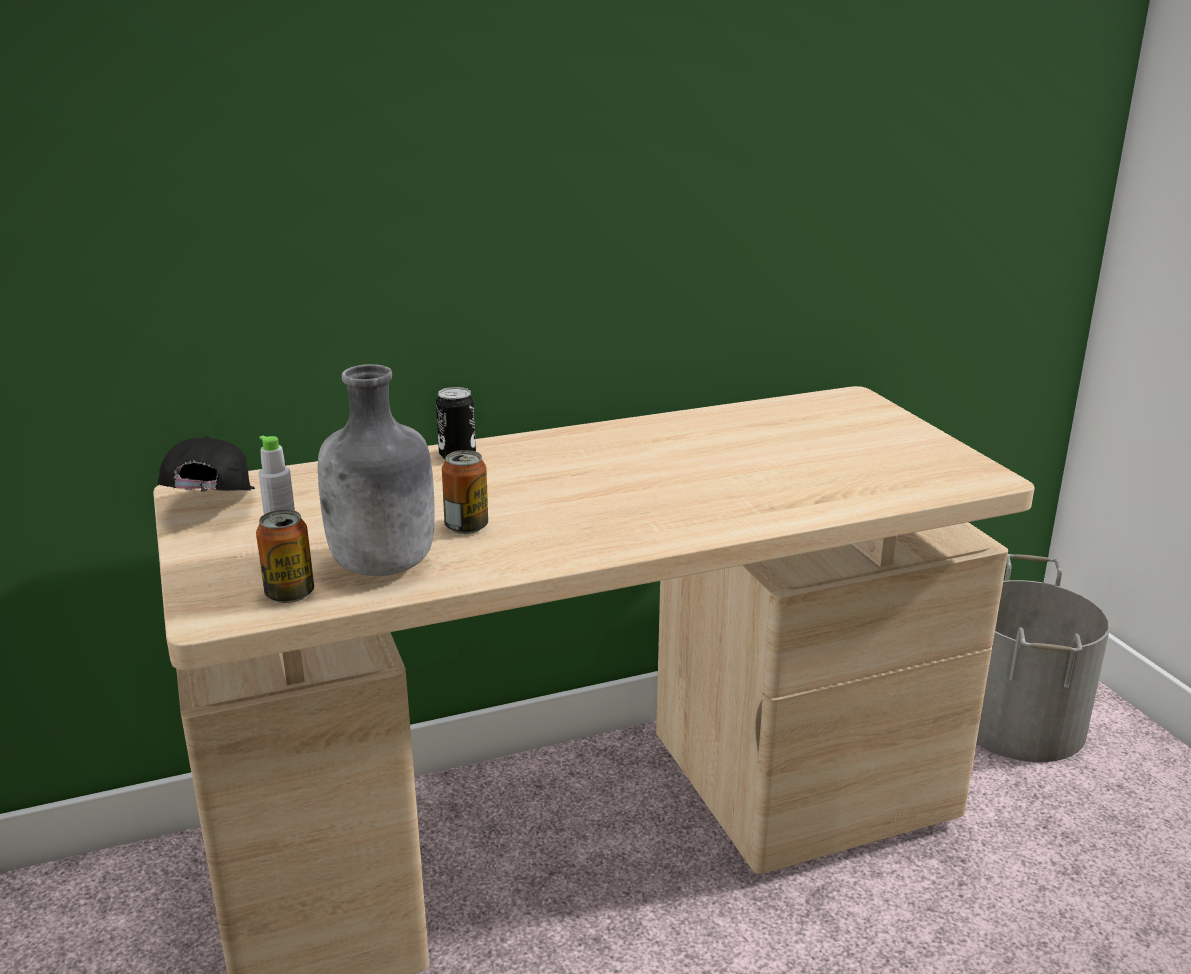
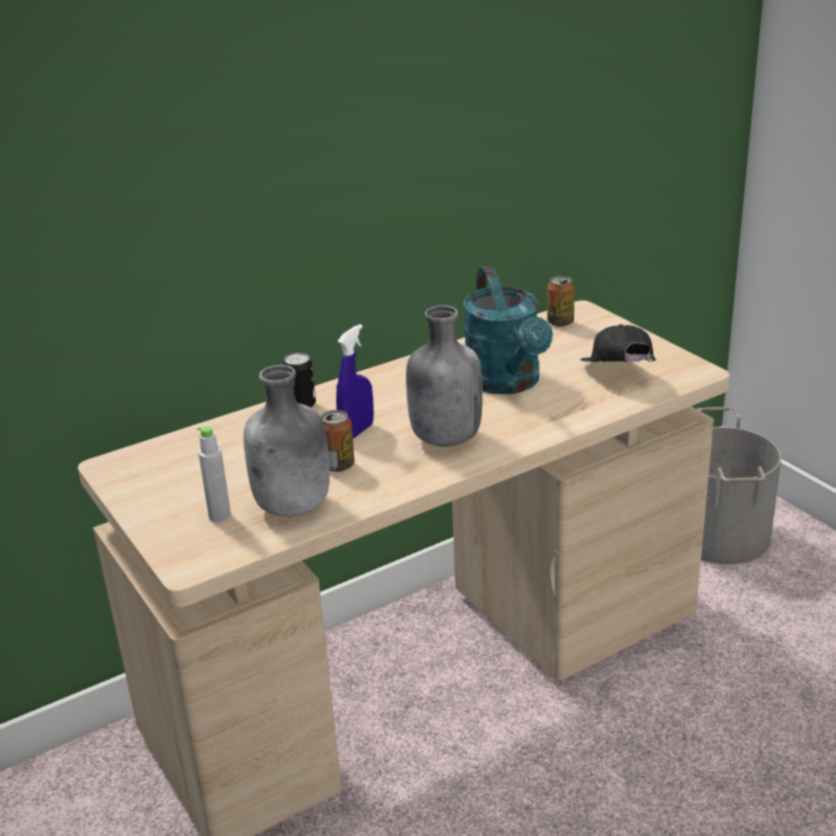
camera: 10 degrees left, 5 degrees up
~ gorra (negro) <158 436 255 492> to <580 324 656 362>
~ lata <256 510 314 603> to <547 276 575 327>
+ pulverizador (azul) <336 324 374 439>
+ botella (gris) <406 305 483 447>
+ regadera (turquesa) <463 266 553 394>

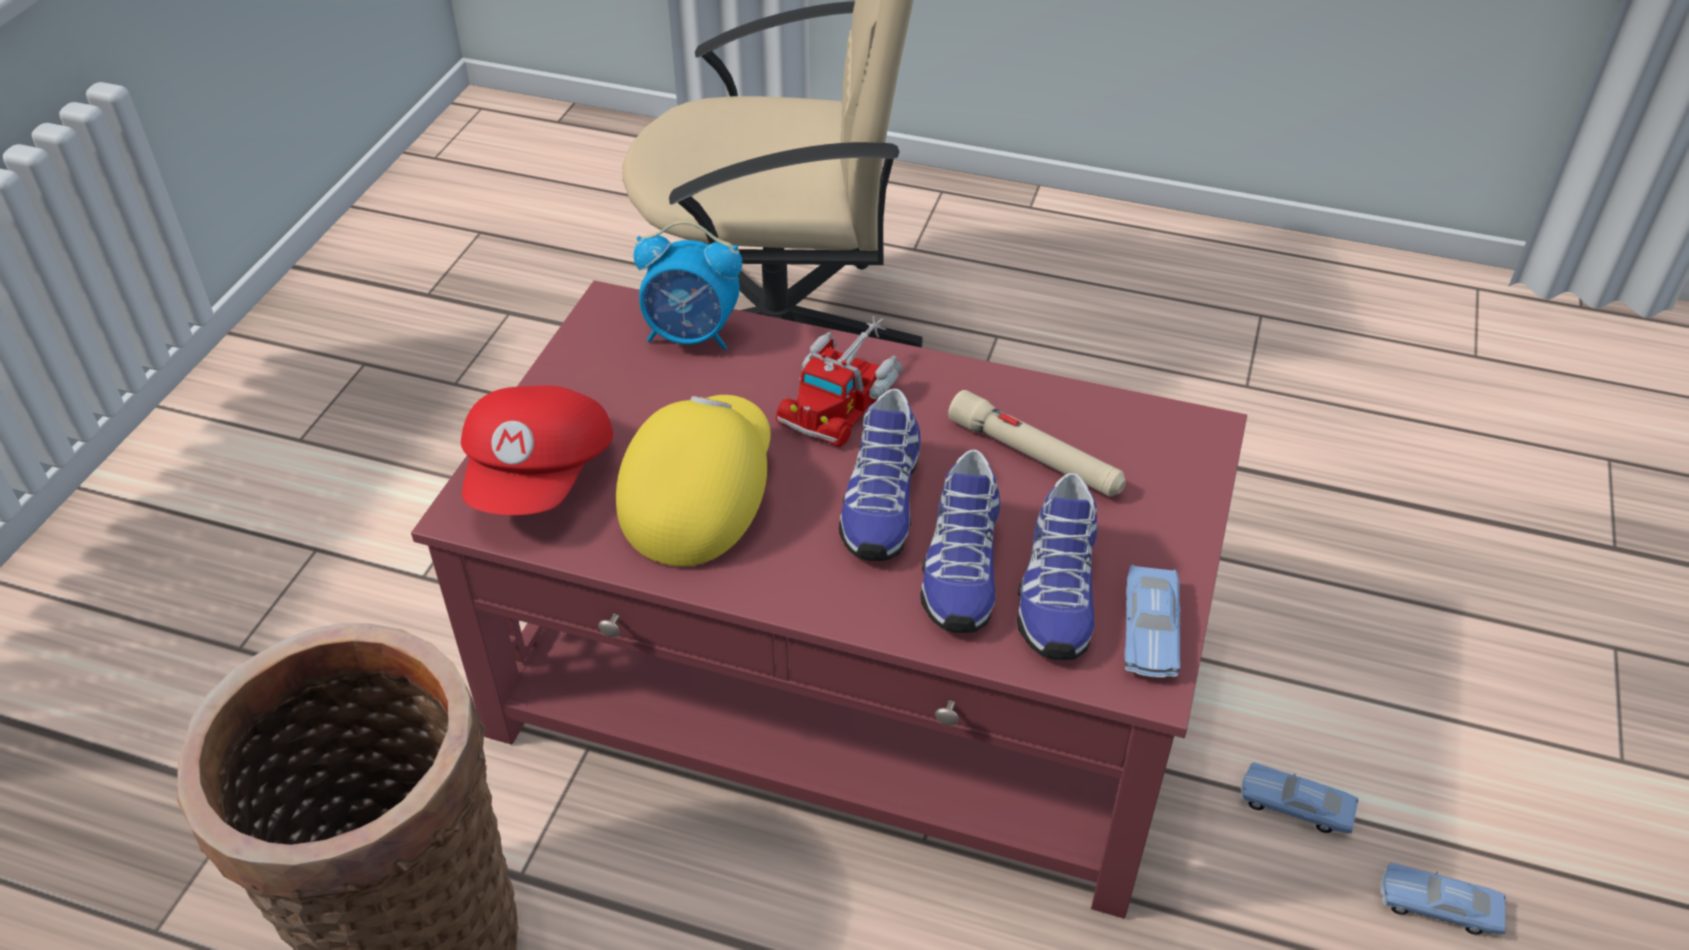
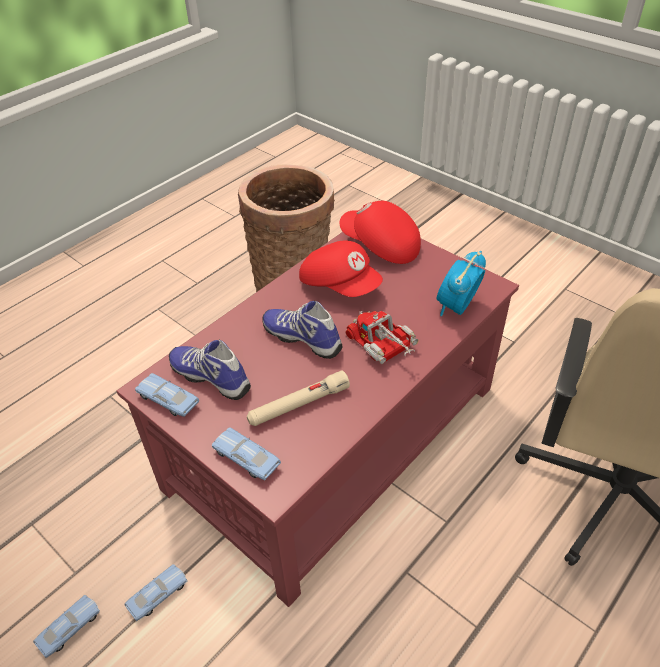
camera: 115 degrees right, 0 degrees up
~ gorra (amarillo) <616 395 771 566> to gorra (rojo) <299 241 383 297>
- zapato <920 449 1001 633>
+ coche de juguete (azul) <212 427 281 480>

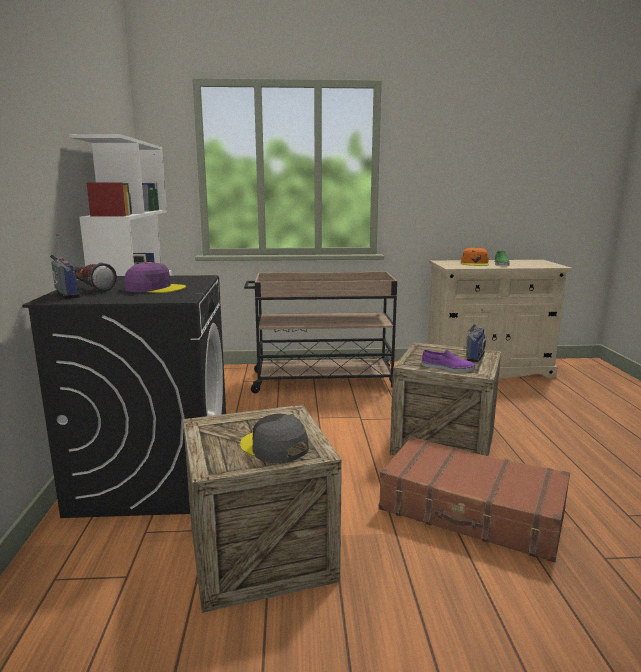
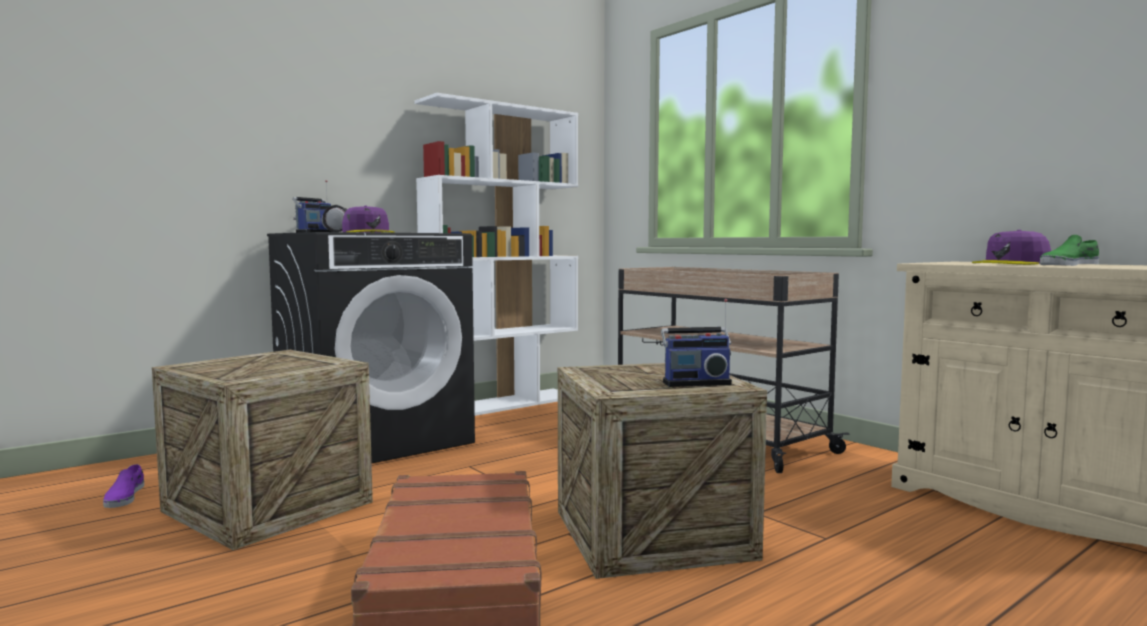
camera: 55 degrees right, 10 degrees down
- gorra (gris) <240 414 309 463>
~ zapato (morado) <422 349 475 372> to <103 464 144 508>
~ gorra (naranja) <461 247 489 266> to gorra (morado) <972 230 1051 265>

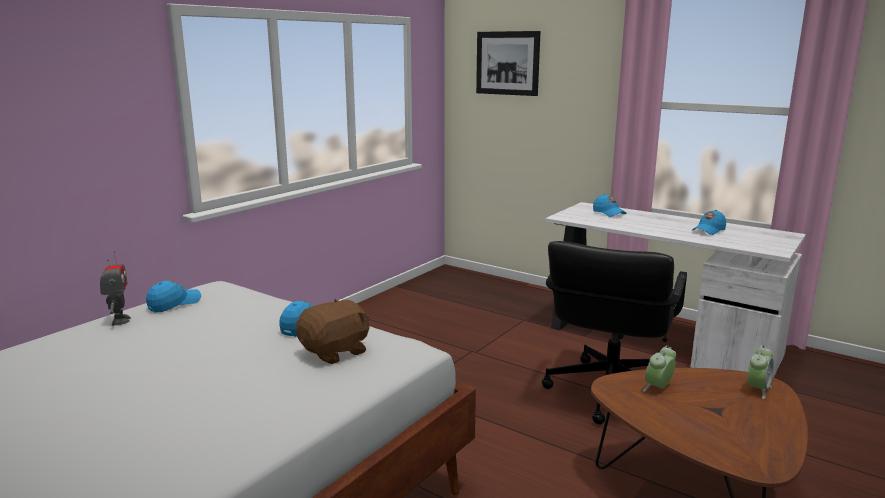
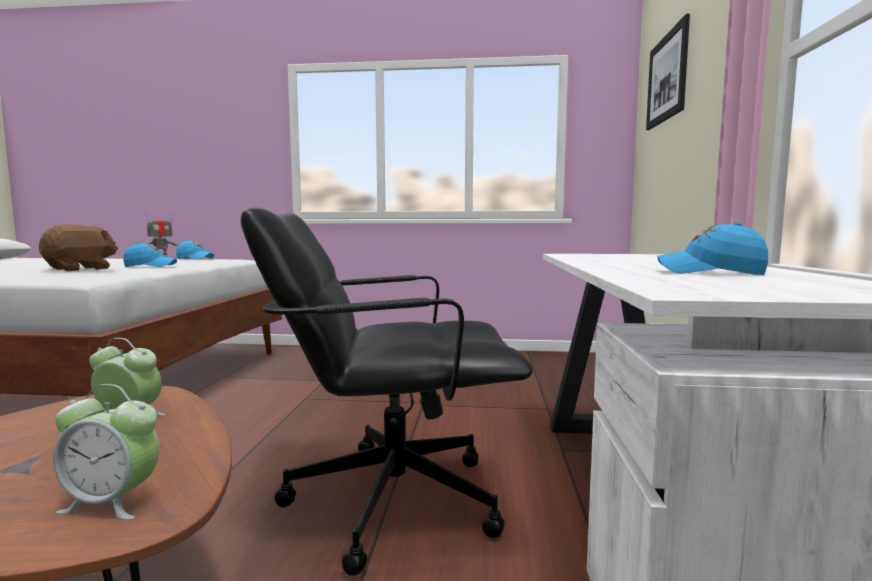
camera: 60 degrees right, 10 degrees down
~ peluche (marrón) <296 298 369 364> = <39 224 118 271> 75 degrees counterclockwise
- gorra (azul) <593 194 626 217>

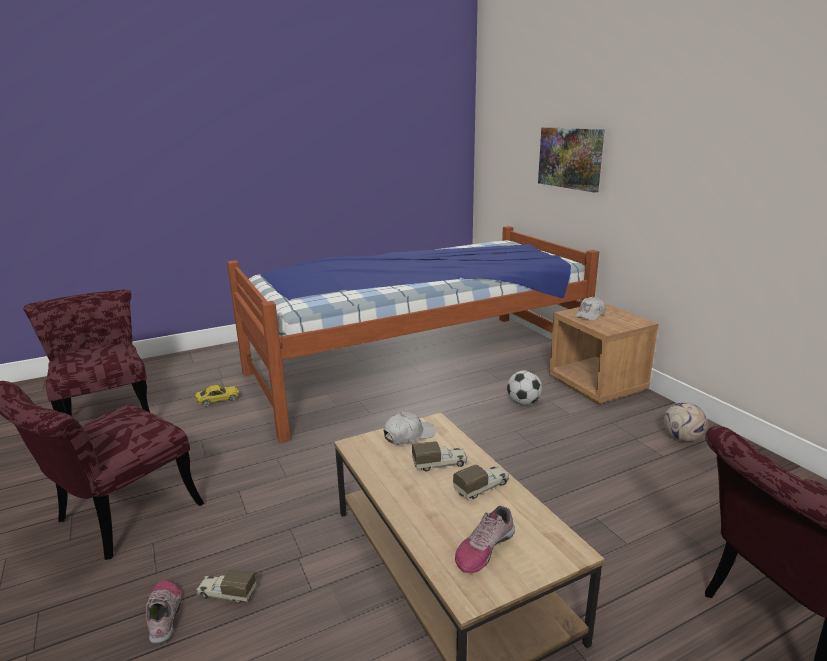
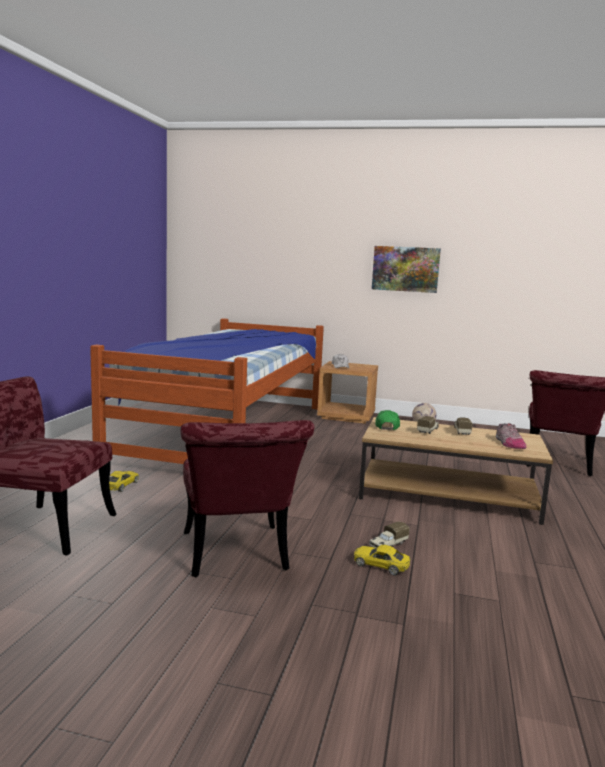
camera: 50 degrees left, 10 degrees down
~ zapato <146 581 182 645> to coche de juguete (amarillo) <354 545 410 575>
~ gorra (blanco) <383 411 435 445> to gorra (verde) <375 410 400 430>
- balón de fútbol <507 370 542 405>
~ cuadro <538 127 605 193> to <372 246 441 293>

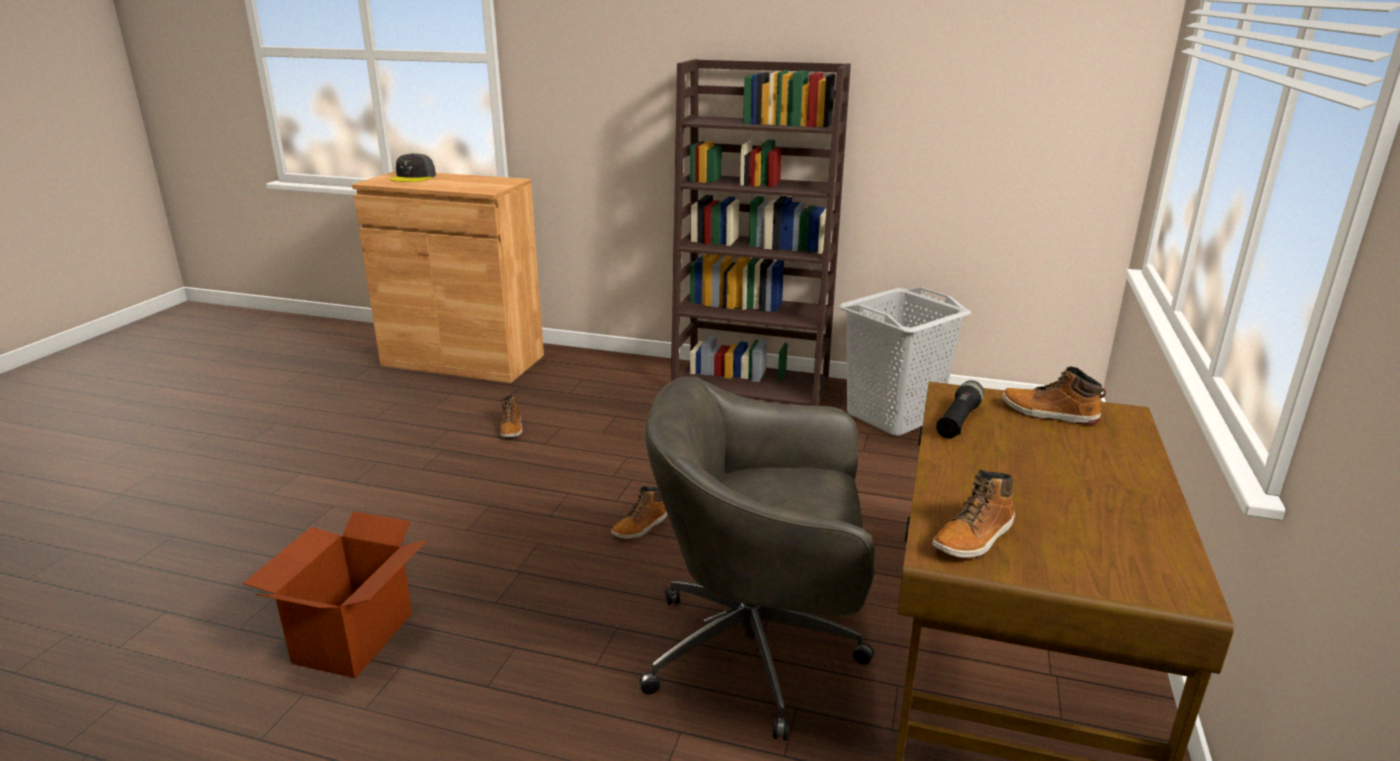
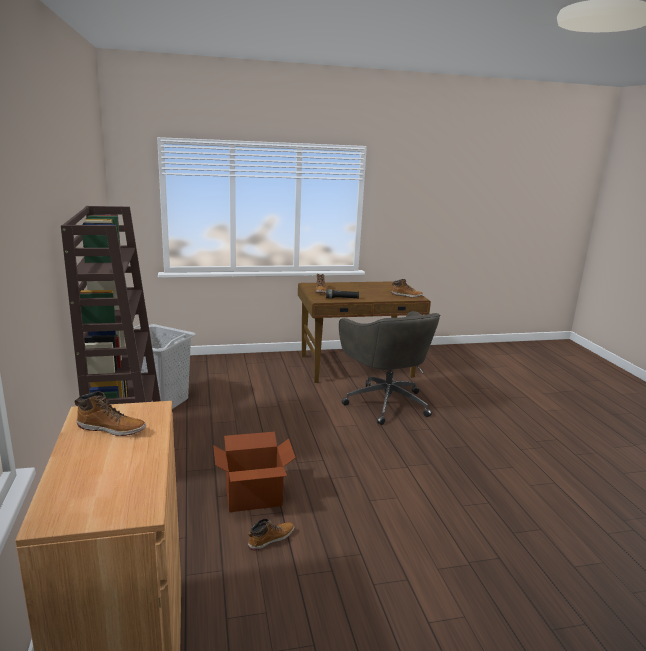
camera: 120 degrees left, 5 degrees down
~ caja de cartón <243 511 427 678> to <213 432 296 512>
- gorra (gris) <390 153 436 182>
~ bota <611 486 668 539> to <74 391 146 436>

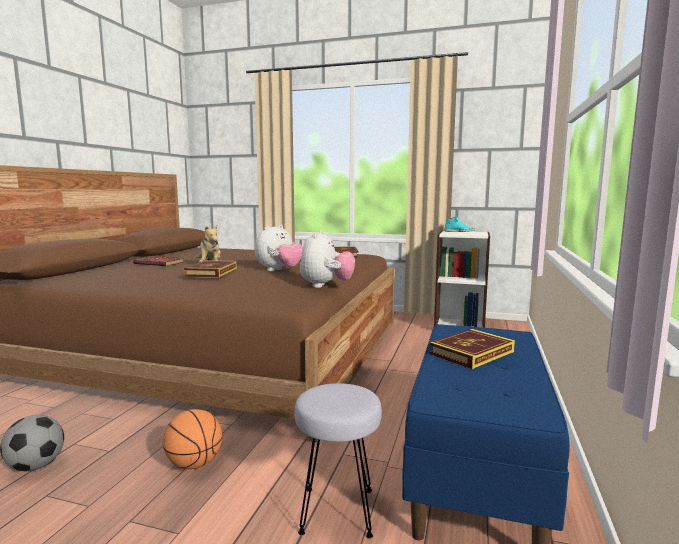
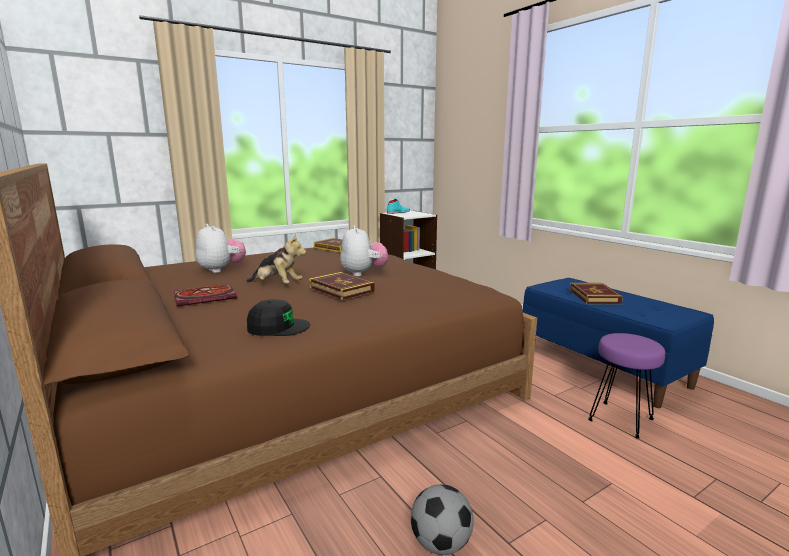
camera: 50 degrees left, 5 degrees up
- balón de baloncesto <163 409 223 469>
~ taburete (gris) <295 383 382 538> to taburete (morado) <588 333 665 439>
~ peluche <300 230 355 288> to <196 224 246 273>
+ gorra (negro) <247 299 310 336>

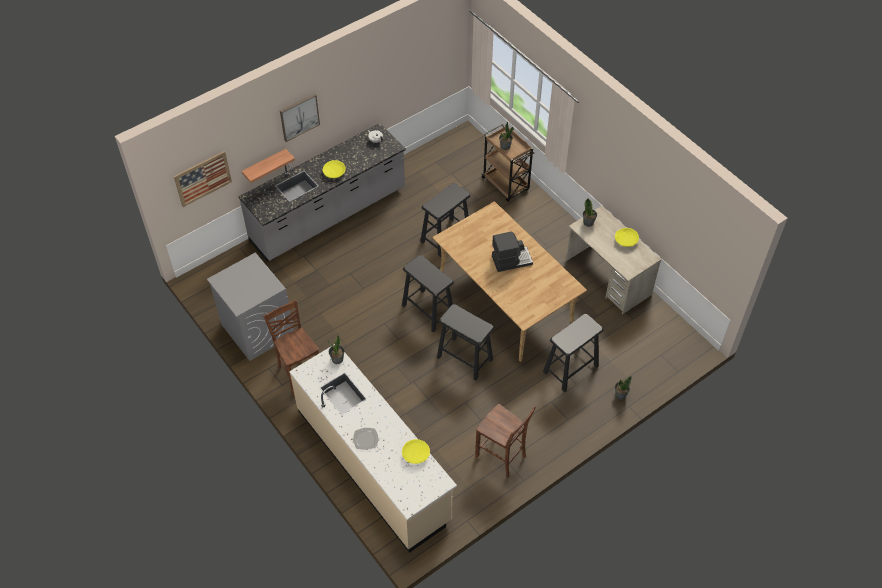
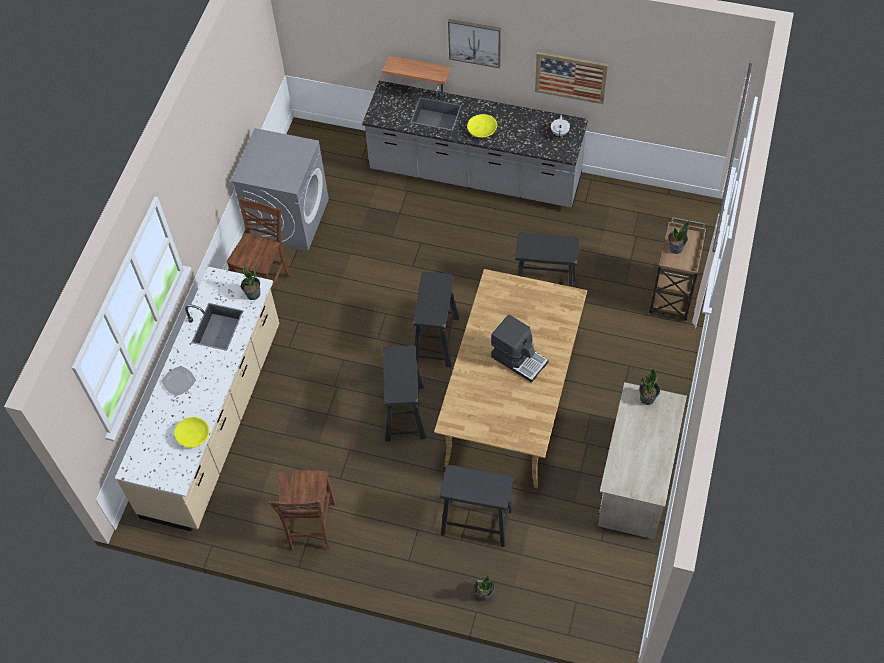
camera: 55 degrees right, 5 degrees up
~ cuadro <174 151 232 207> to <535 52 608 104>
- cuenco (amarillo) <615 228 639 247>

